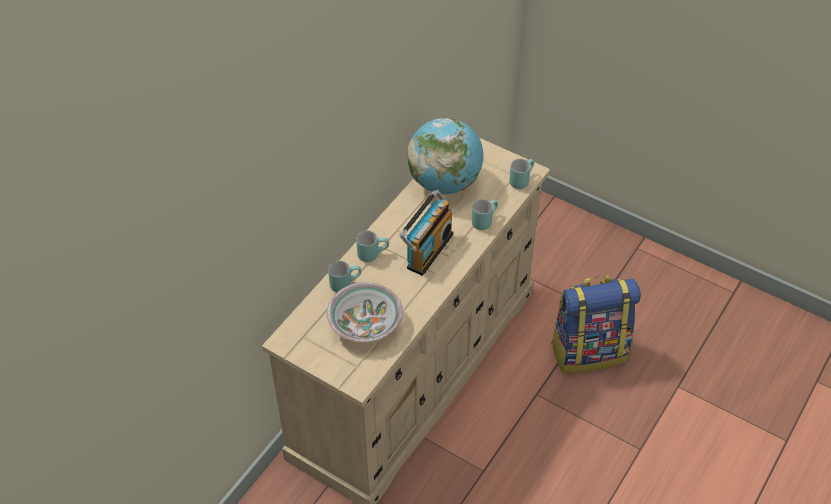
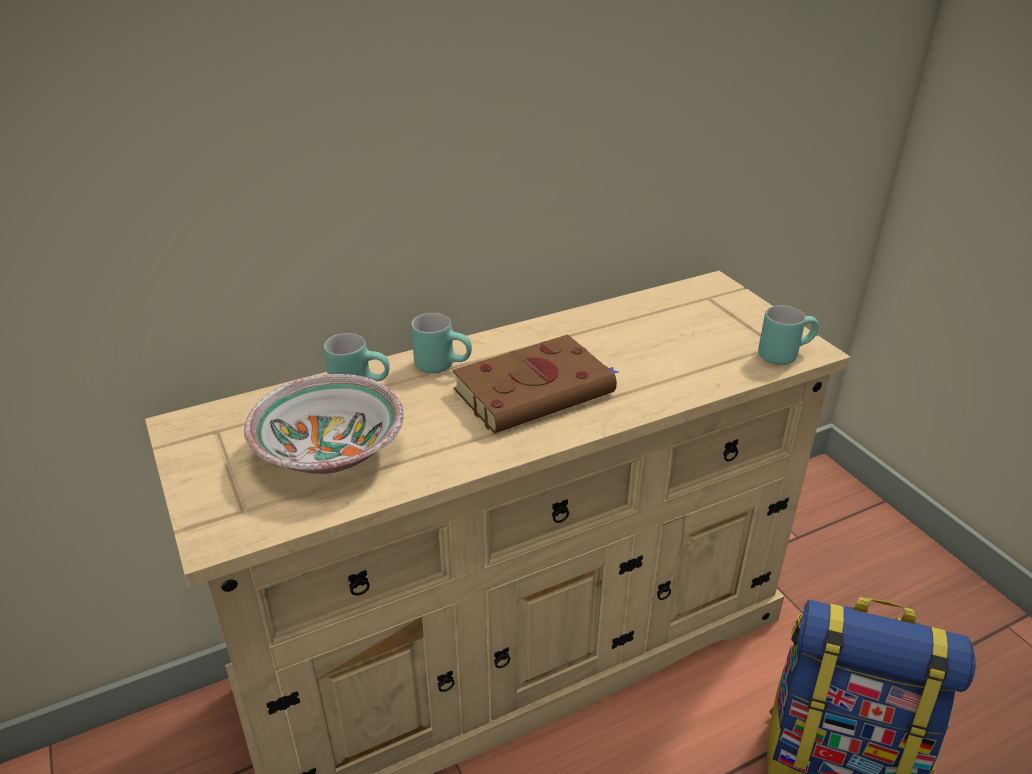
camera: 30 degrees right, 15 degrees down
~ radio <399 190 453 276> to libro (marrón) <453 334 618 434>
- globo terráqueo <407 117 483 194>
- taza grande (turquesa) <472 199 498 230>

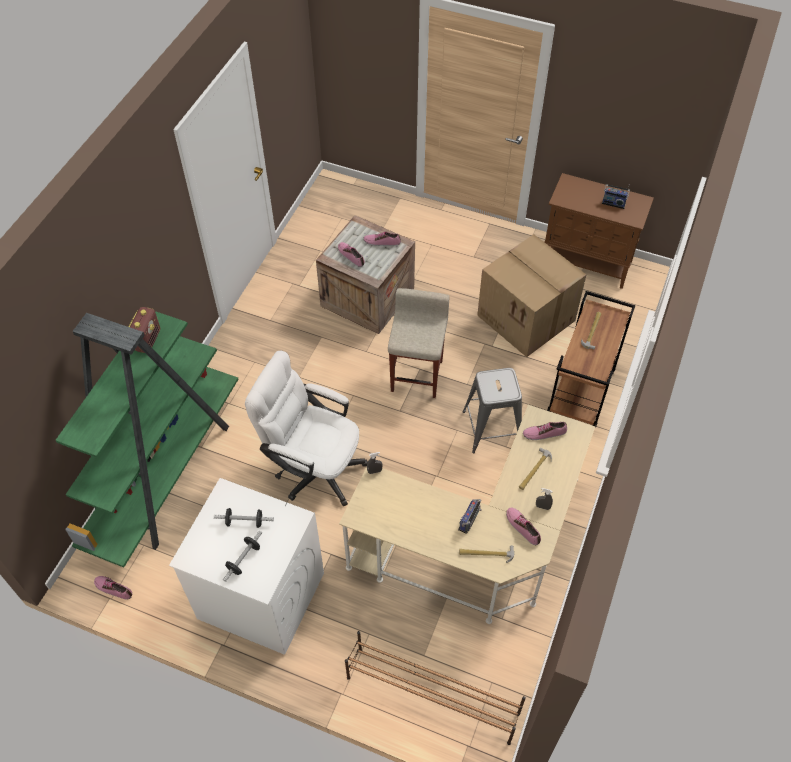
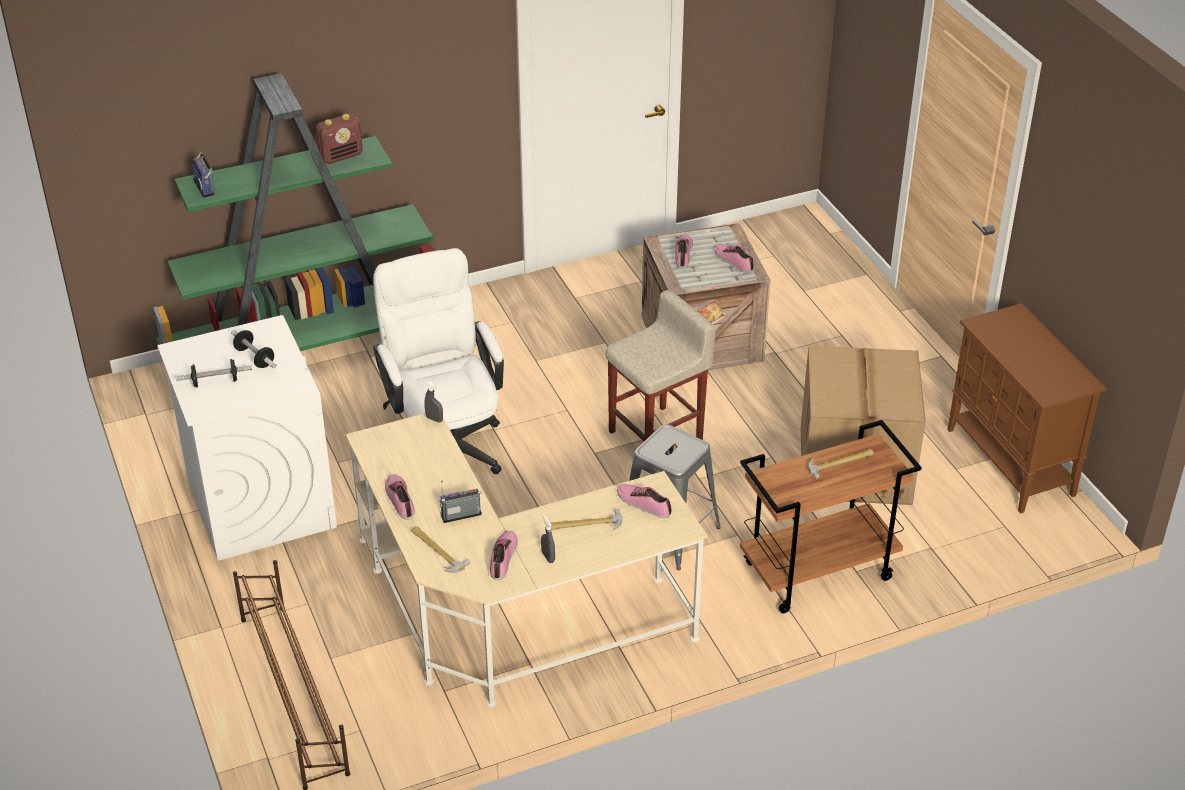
camera: 45 degrees right, 15 degrees down
~ zapato <94 576 132 600> to <385 474 415 519>
~ radio <602 184 630 209> to <192 152 215 197>

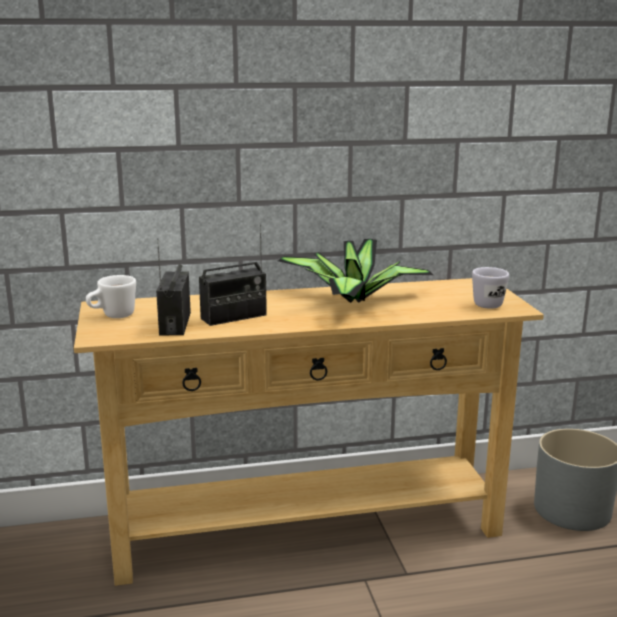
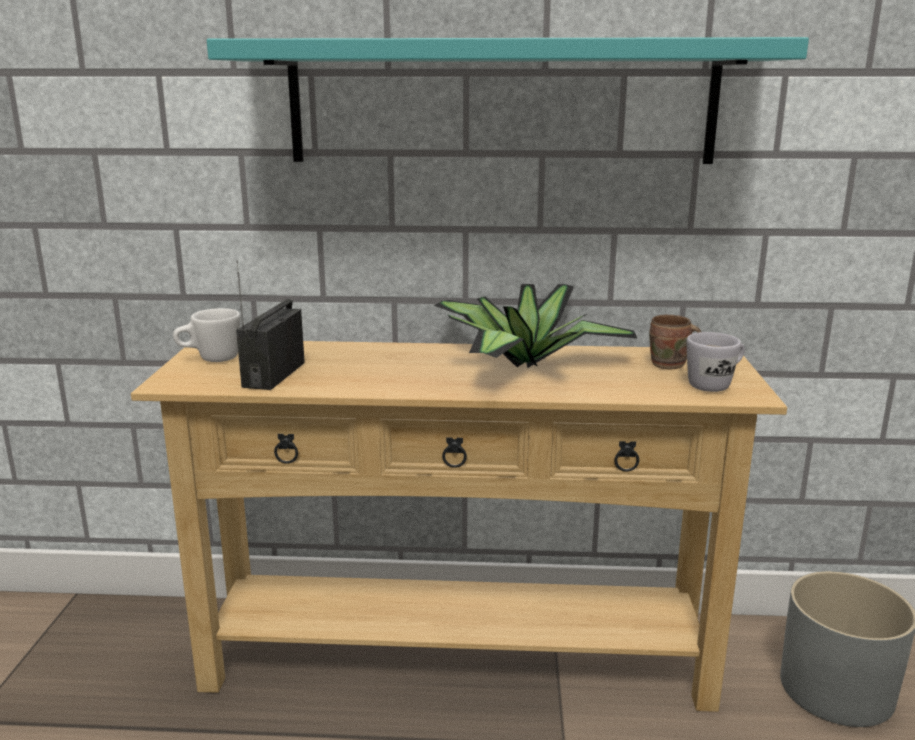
camera: 15 degrees right, 0 degrees up
- radio <199 224 267 326>
+ estante (turquesa) <207 37 809 164>
+ taza grande (marrón) <649 315 701 369>

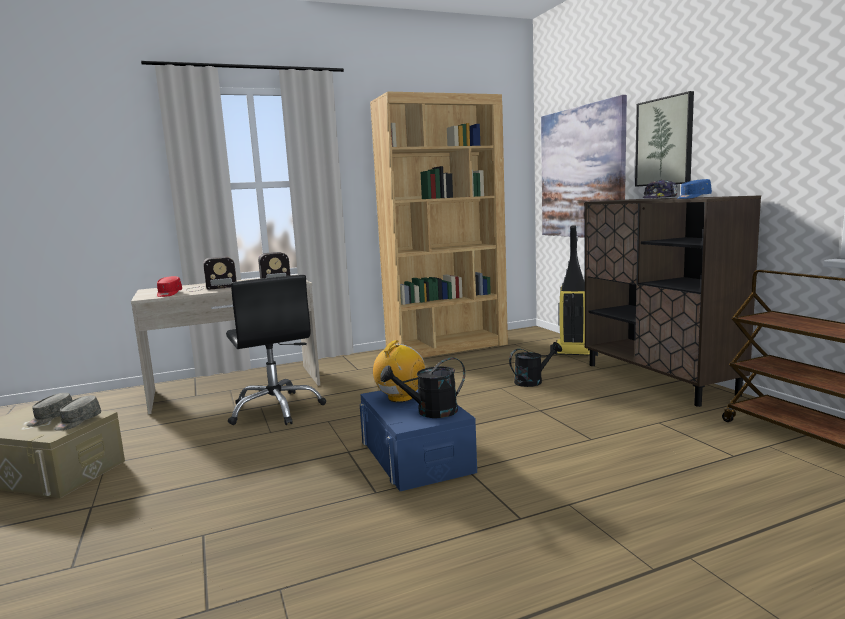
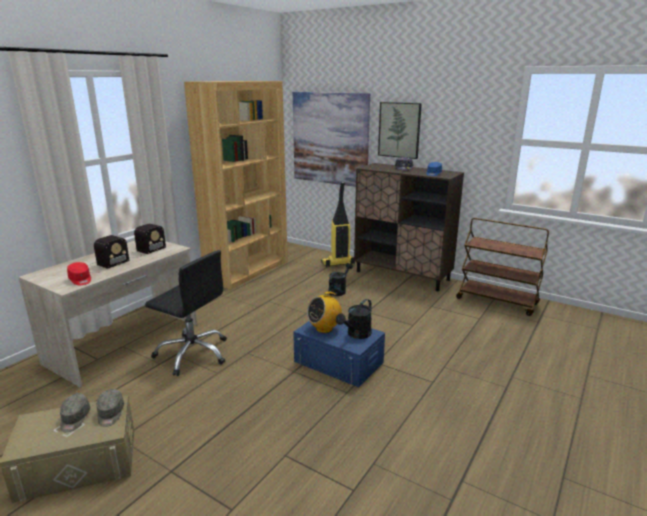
camera: 35 degrees left, 10 degrees up
~ radio <373 340 425 402> = <307 292 342 333> 120 degrees counterclockwise

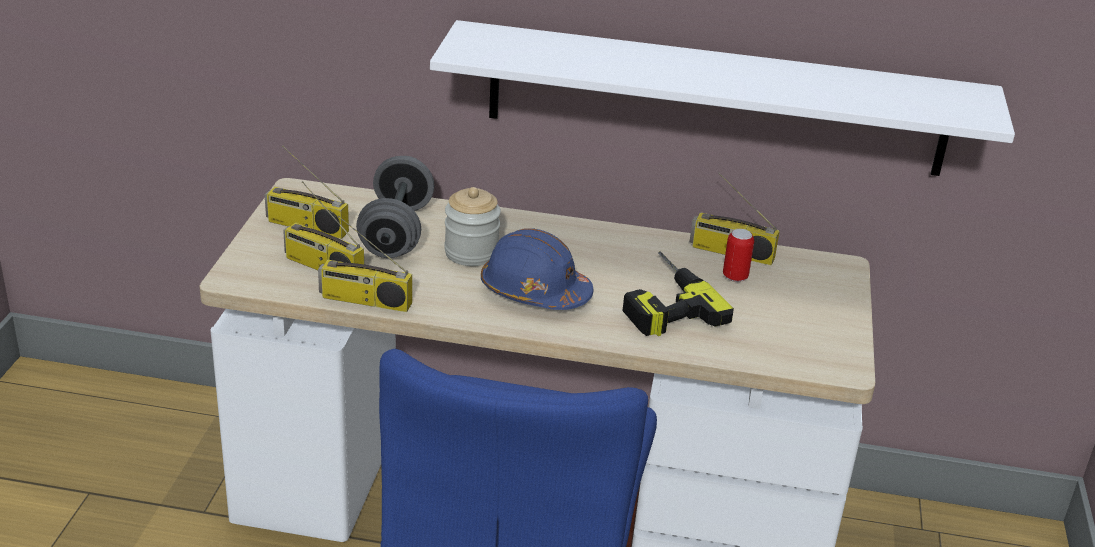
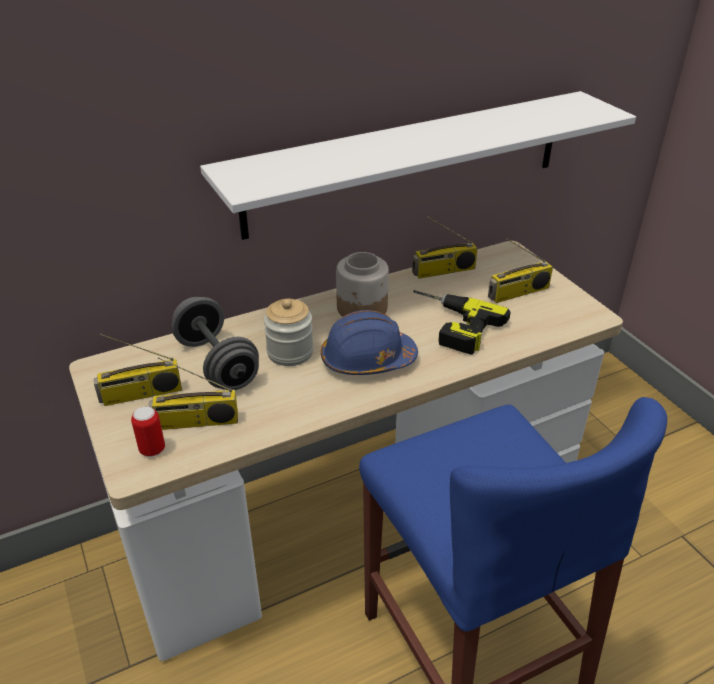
camera: 35 degrees left, 5 degrees up
~ radio <318 216 412 312> to <488 239 553 303>
~ lata <723 229 754 282> to <131 406 165 457>
+ tarro <336 252 389 317>

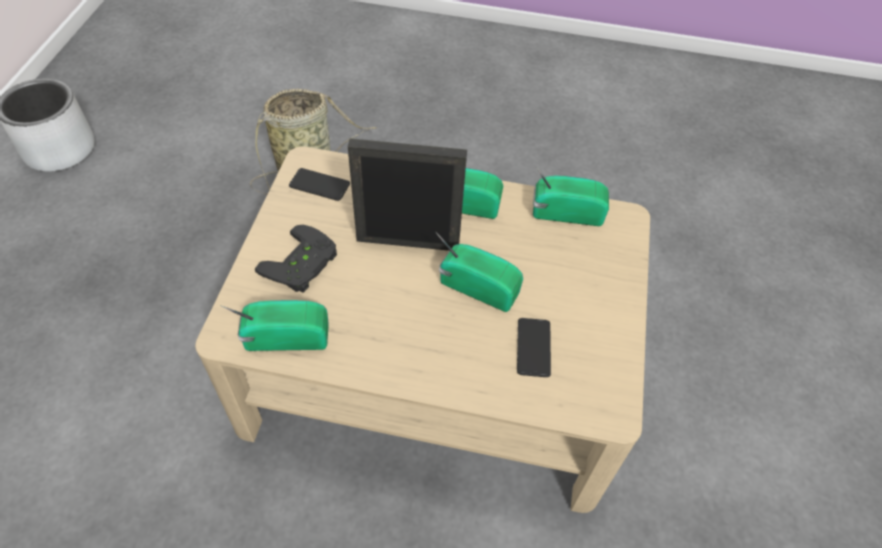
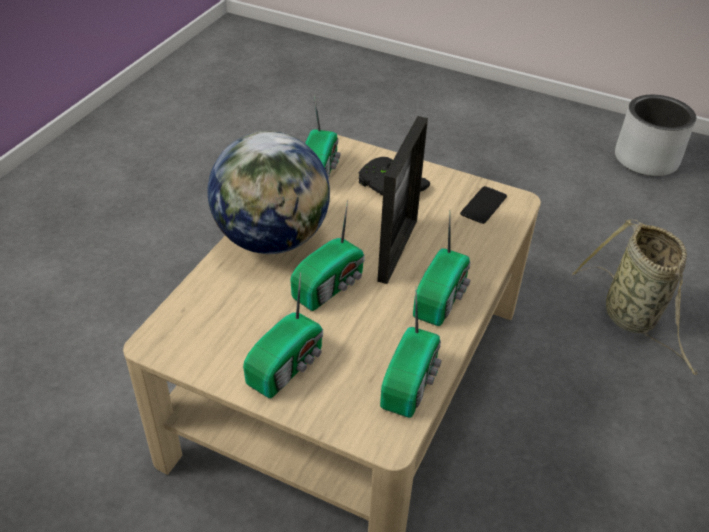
camera: 105 degrees right, 10 degrees down
- móvil <517 318 551 377>
+ globo terráqueo <208 131 330 254>
+ radio <243 272 323 398>

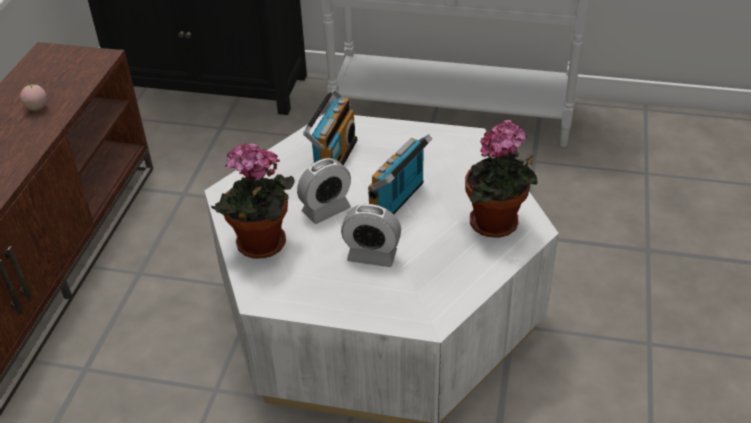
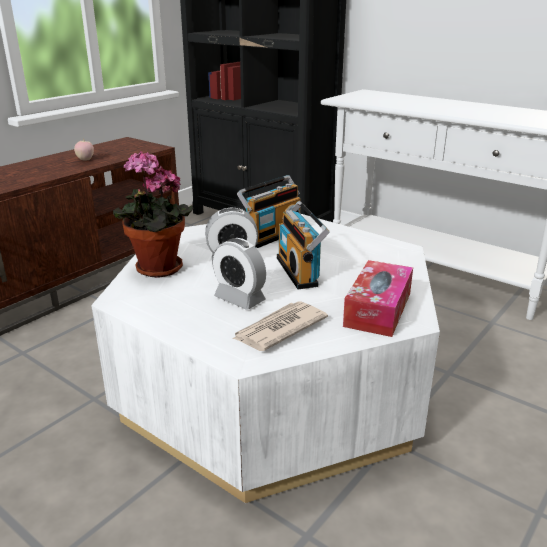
camera: 25 degrees right, 15 degrees down
~ radio <368 134 432 214> = <277 201 330 289> 75 degrees counterclockwise
~ planta en maceta <465 120 537 238> to caja de pañuelos <343 260 413 337>
+ periódico <233 302 328 351>

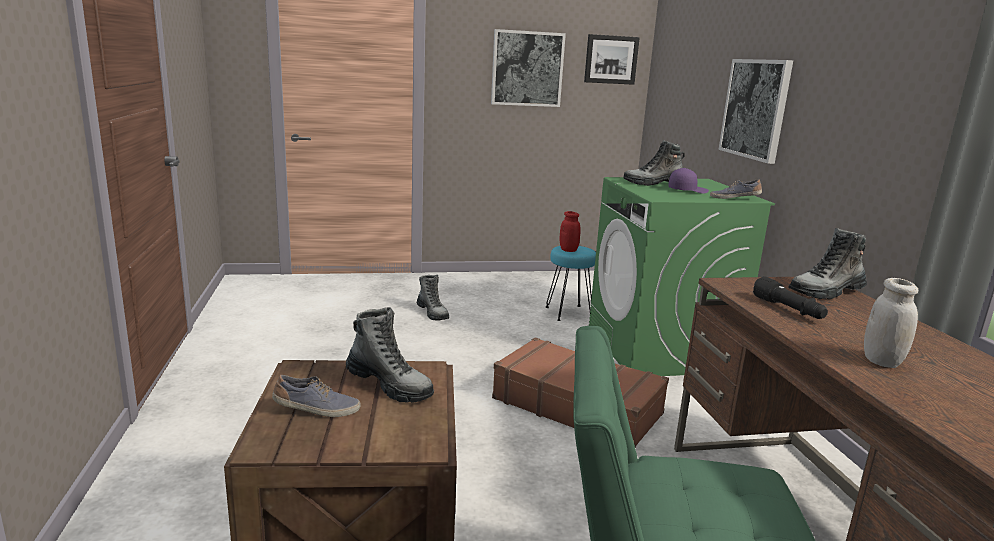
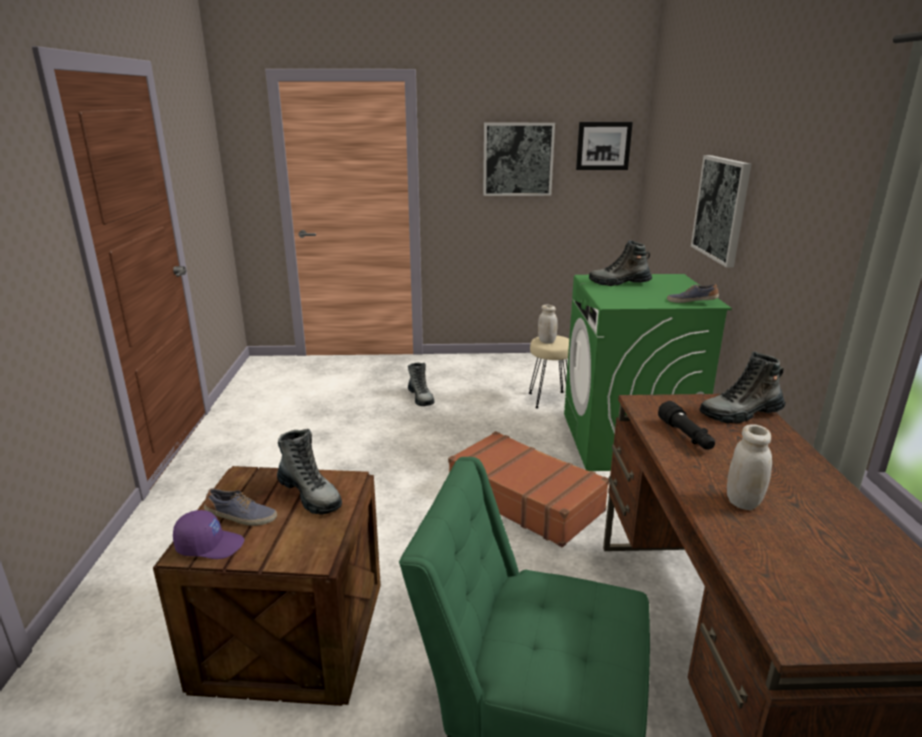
camera: 10 degrees right, 5 degrees up
~ taburete (turquesa) <546 246 596 321> to taburete (beis) <529 336 569 408>
~ tarro (rojo) <560 211 581 252> to tarro (blanco) <538 305 558 344>
~ gorra (morado) <668 168 709 194> to <173 510 244 559>

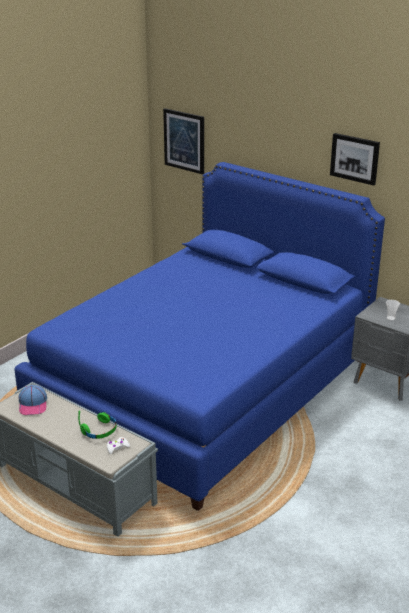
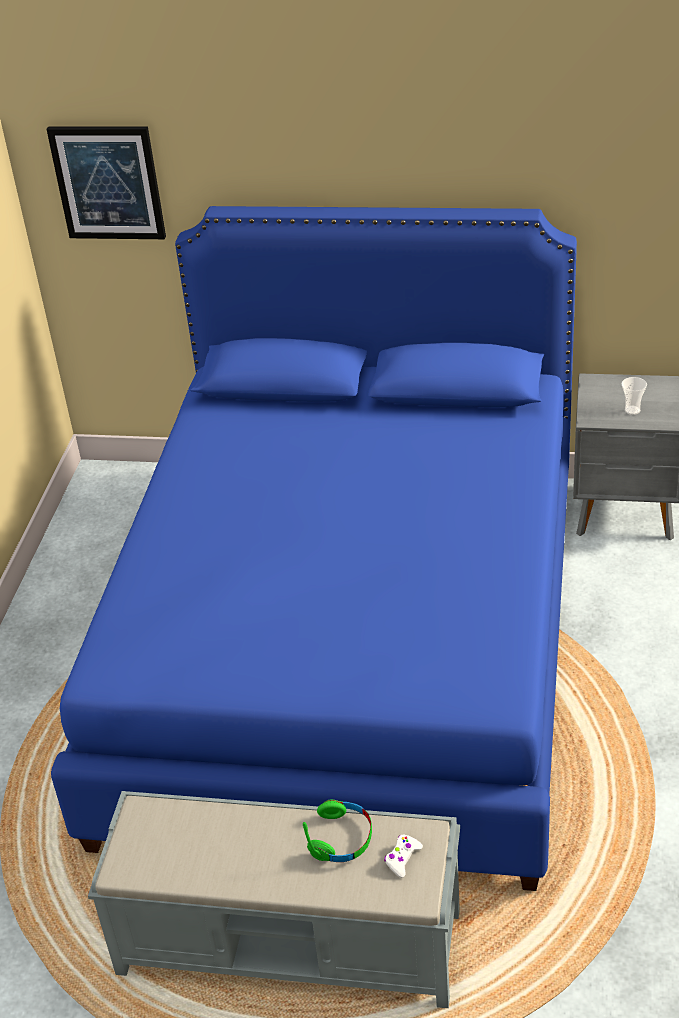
camera: 25 degrees left, 10 degrees up
- gorra <19 385 47 415>
- cuadro <330 133 380 186>

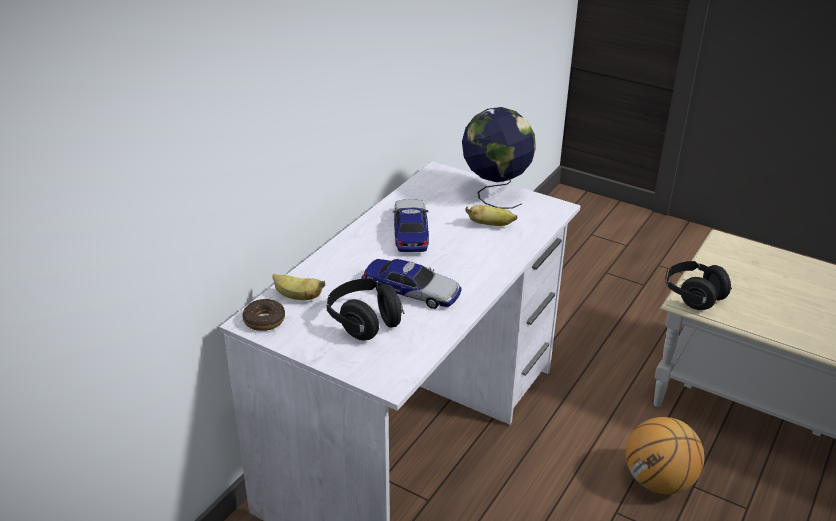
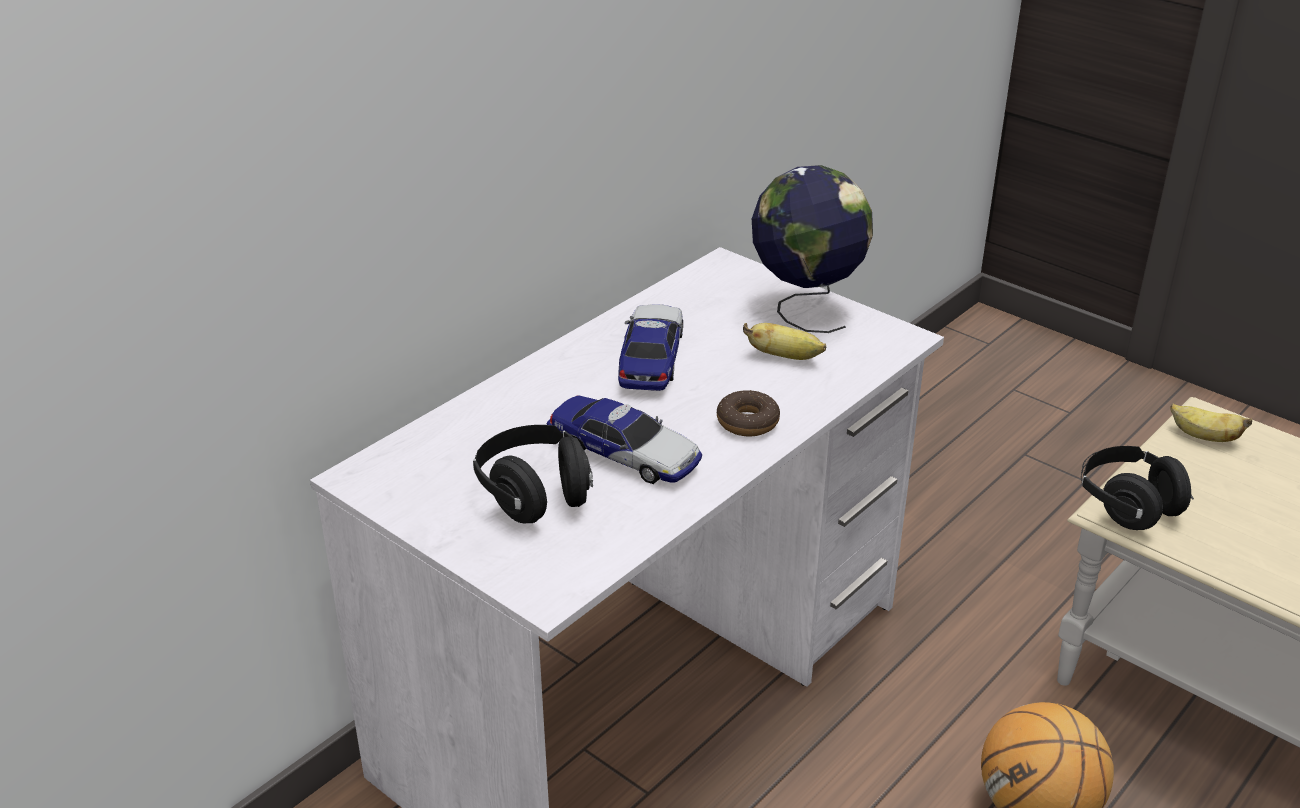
camera: 10 degrees right, 0 degrees up
~ rosquilla <242 299 285 331> to <717 390 780 436>
~ plátano <272 274 325 300> to <1170 404 1252 442>

